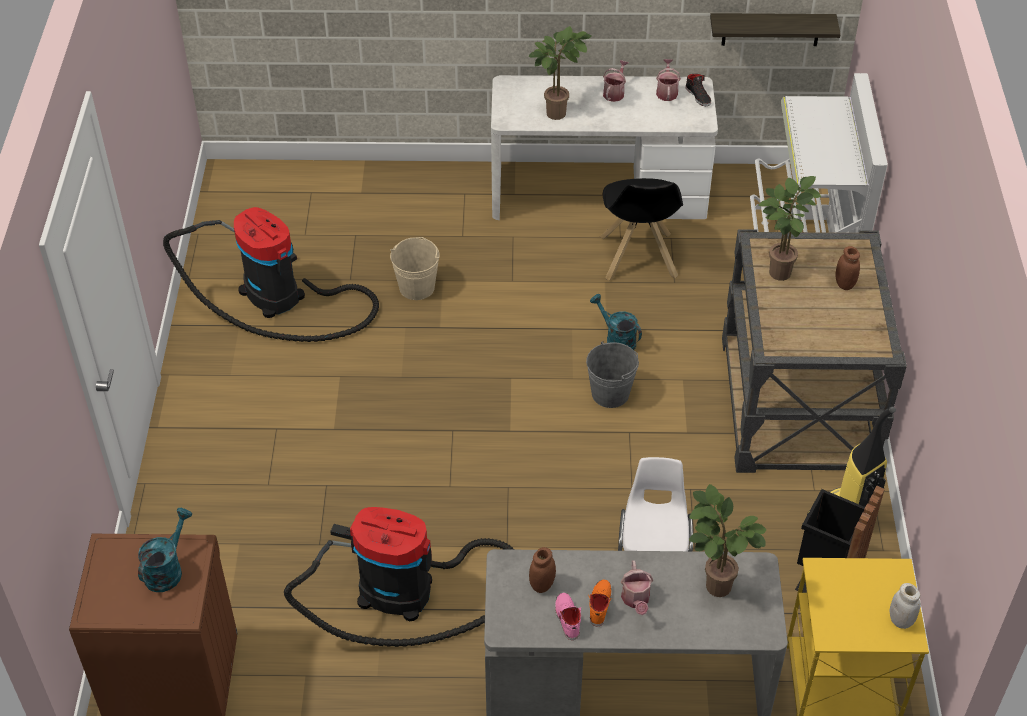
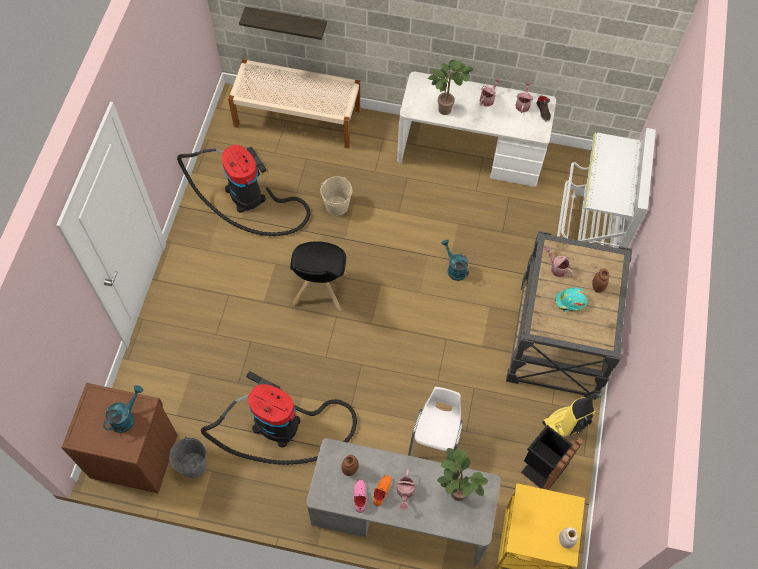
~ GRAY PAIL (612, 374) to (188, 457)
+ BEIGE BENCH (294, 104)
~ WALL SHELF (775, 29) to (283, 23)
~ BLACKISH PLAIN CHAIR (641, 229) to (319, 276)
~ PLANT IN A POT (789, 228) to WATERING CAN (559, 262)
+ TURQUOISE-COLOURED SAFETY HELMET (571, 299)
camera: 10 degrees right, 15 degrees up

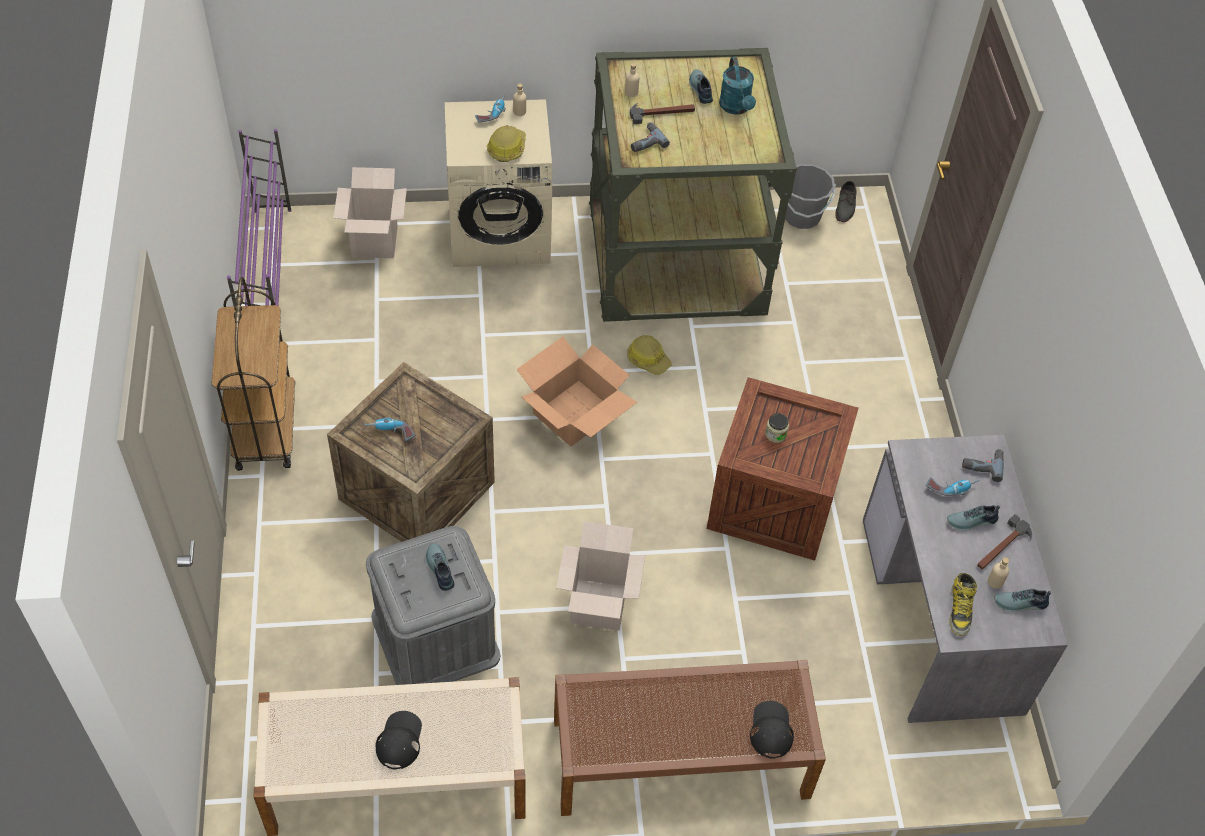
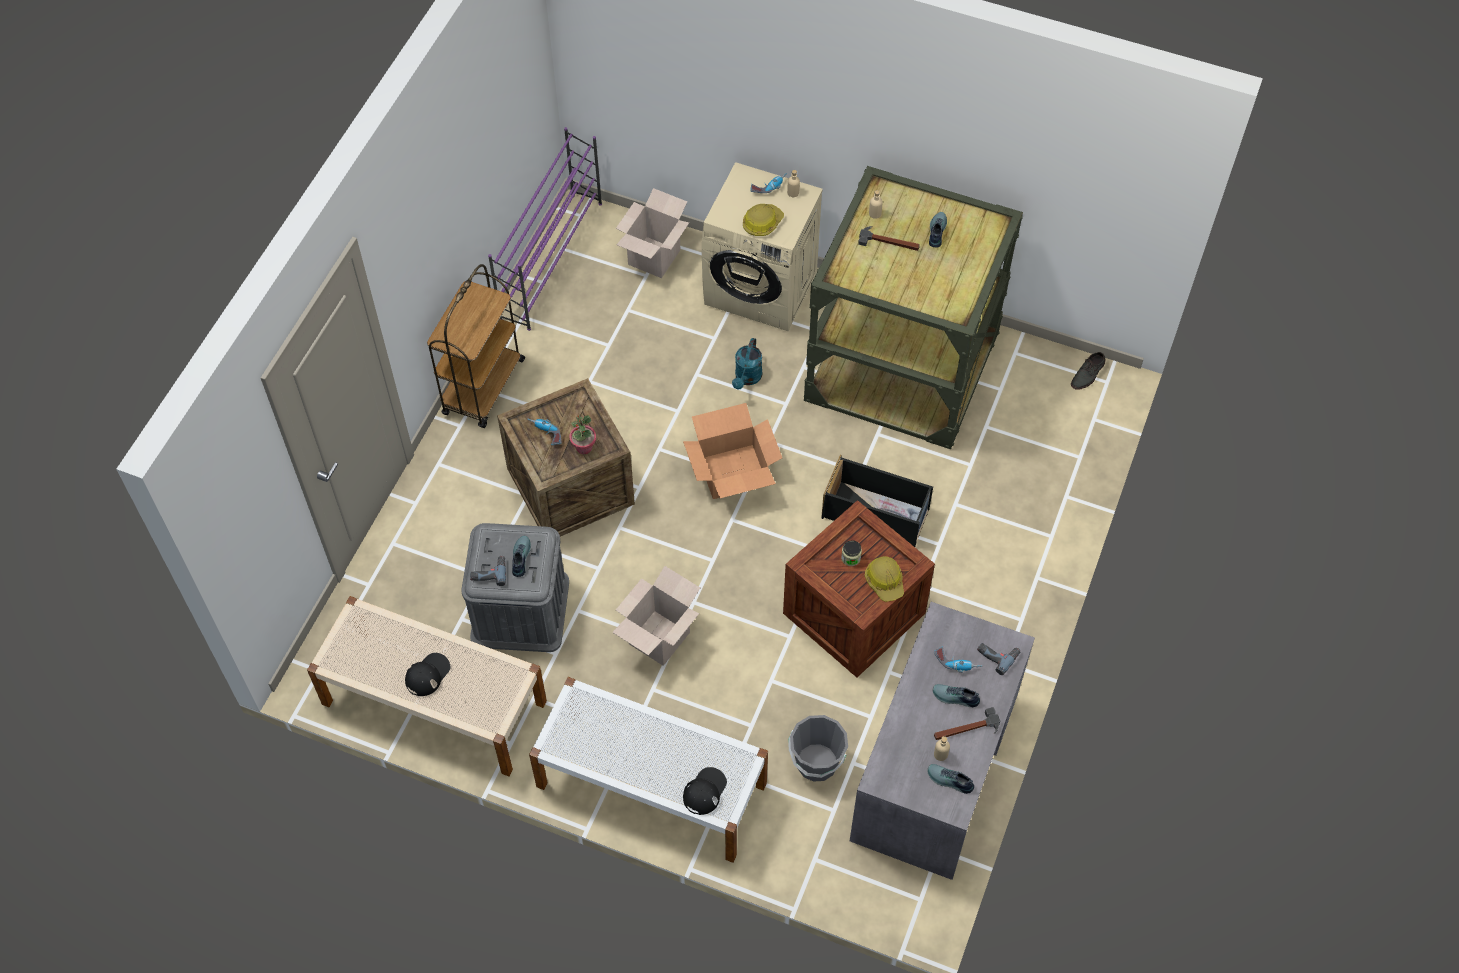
~ ELECTRIC DRILL (650, 137) to (488, 570)
~ BROWNISH BENCH (690, 738) to WHITISH BENCH (648, 770)
+ PLANT IN A POT (582, 434)
~ TURQUOISE-COLOURED WATERING CAN (737, 86) to (747, 363)
~ GRAY PAIL (810, 196) to (818, 748)
+ BLACKISH STORAGE CONTAINER (877, 501)
~ SAFETY HELMET (650, 355) to (884, 579)
- HIGH-TOP BOOT (963, 604)
camera: 30 degrees right, 5 degrees up

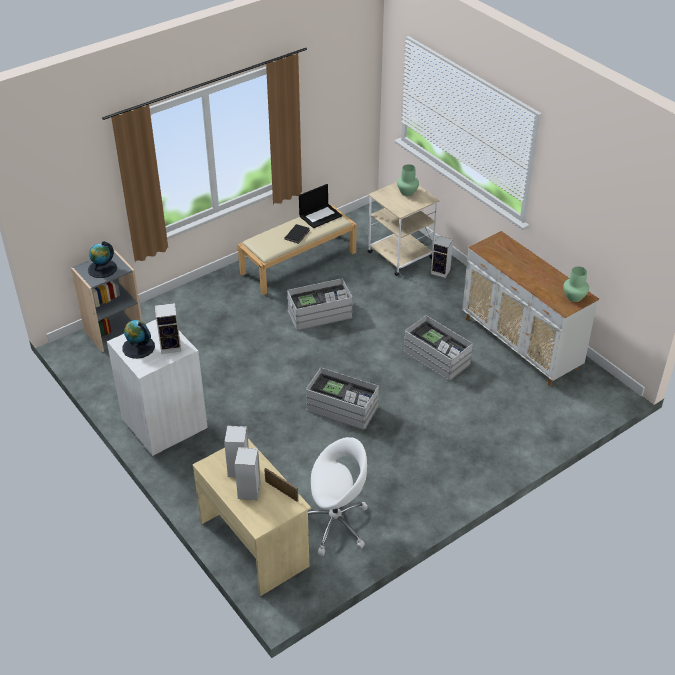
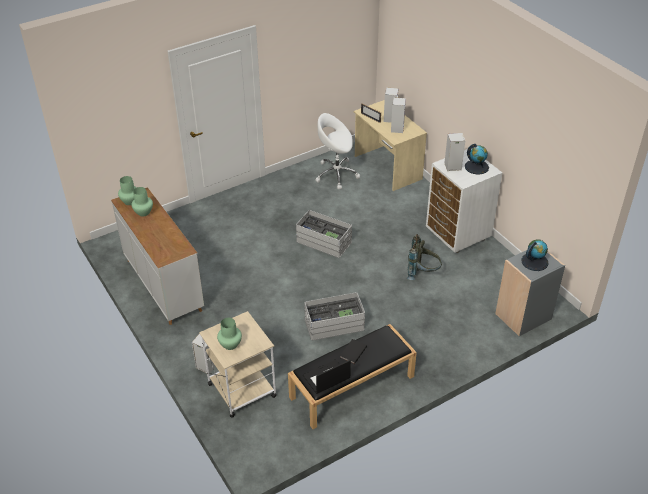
+ GREENISH VASE (142, 202)
~ BEIGE BENCH (297, 249) to BLACKISH BENCH (352, 376)
+ GRAY KNAPSACK (424, 257)
- GRAY STORAGE CONTAINER (438, 348)
camera: 175 degrees left, 0 degrees up

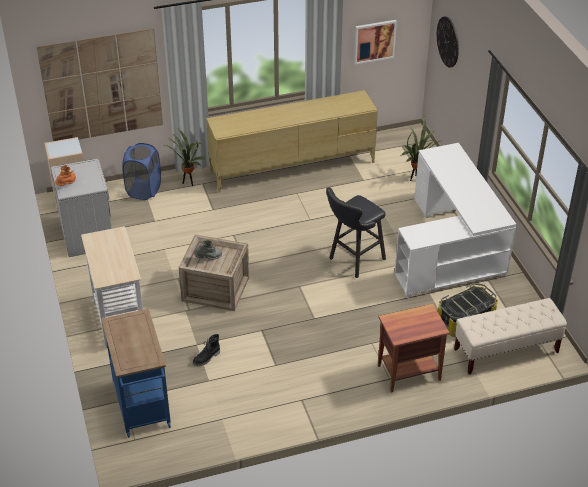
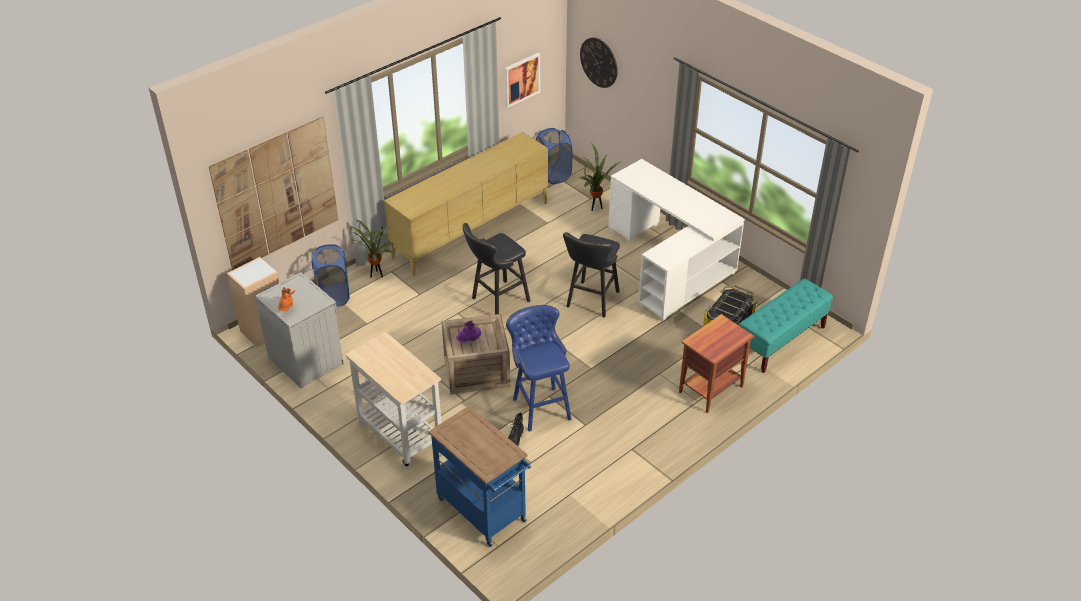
~ GRAY HIGH-TOP BOOT (208, 250) to PURPLE-COLOURED HIGH-TOP BOOT (468, 332)
+ BLACKISH STOOL (496, 268)
+ BLUE STOOL (539, 368)
+ BLUE HAMPER (554, 156)
~ BEIGE BENCH (510, 336) to TURQUOISE-COLOURED BENCH (786, 325)
camera: 25 degrees left, 0 degrees up

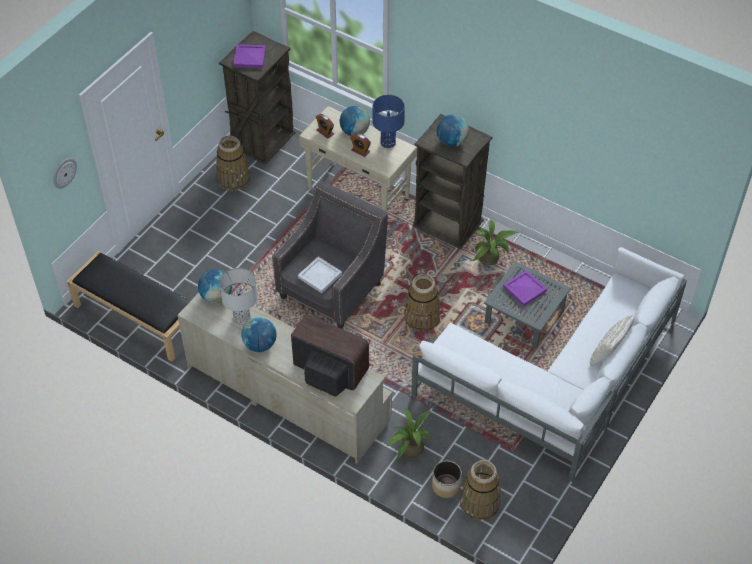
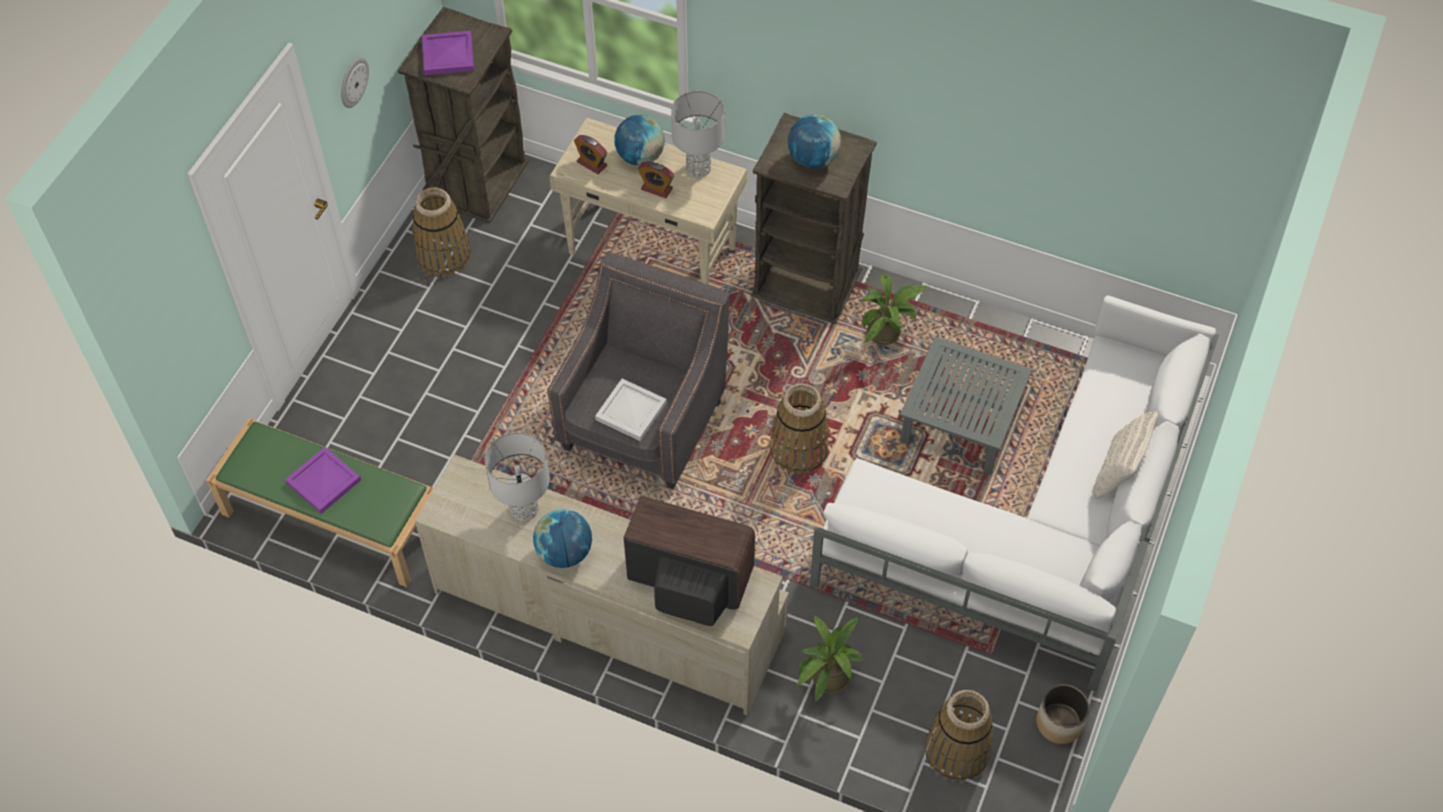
~ BLACKISH BENCH (128, 306) to GREENISH BENCH (320, 502)
~ PURPLE-COLOURED CARRYING TRAY (525, 288) to (323, 480)
~ CLOCK ON THE WALL (65, 173) to (355, 82)
~ BLUE LAMP FOR A TABLE (388, 121) to WHITISH LAMP FOR A TABLE (698, 134)
~ FLOWER POT (447, 479) to (1062, 714)
- GLOBE (215, 286)
camera: 10 degrees left, 5 degrees up

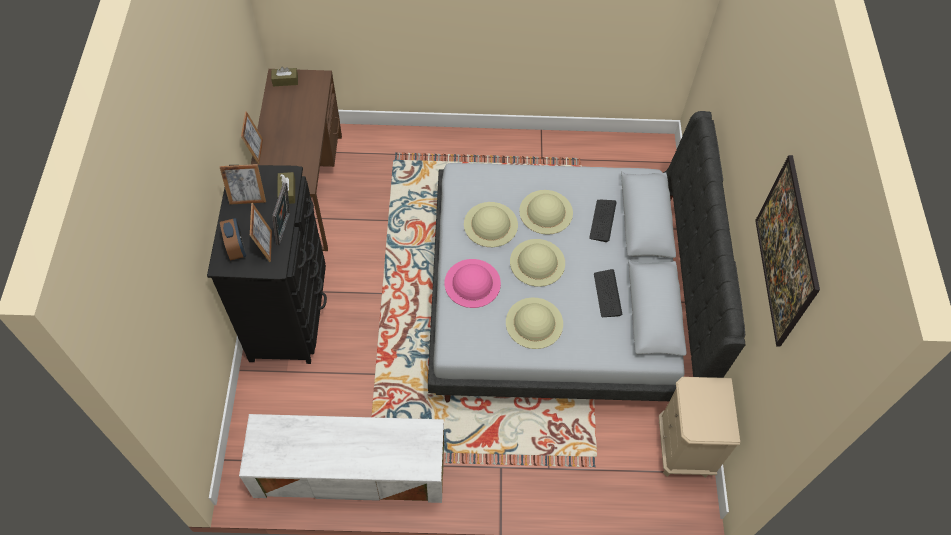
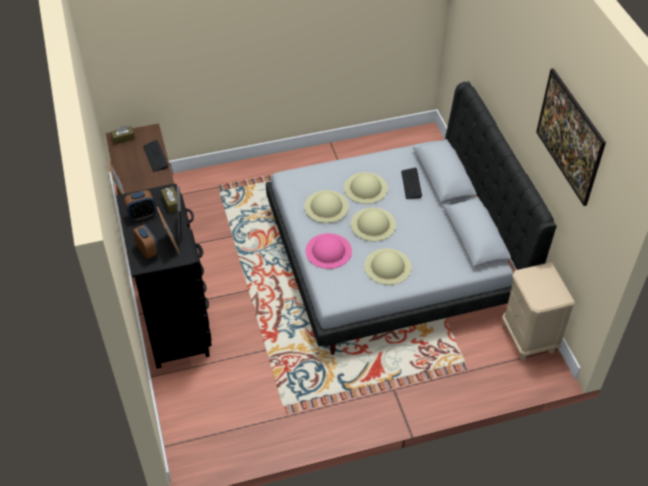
~ STANDING FRAME (243, 184) to ALARM CLOCK (140, 205)
~ PC KEYBOARD (608, 293) to (156, 156)
- WHITISH BENCH (341, 458)
camera: 15 degrees left, 10 degrees down

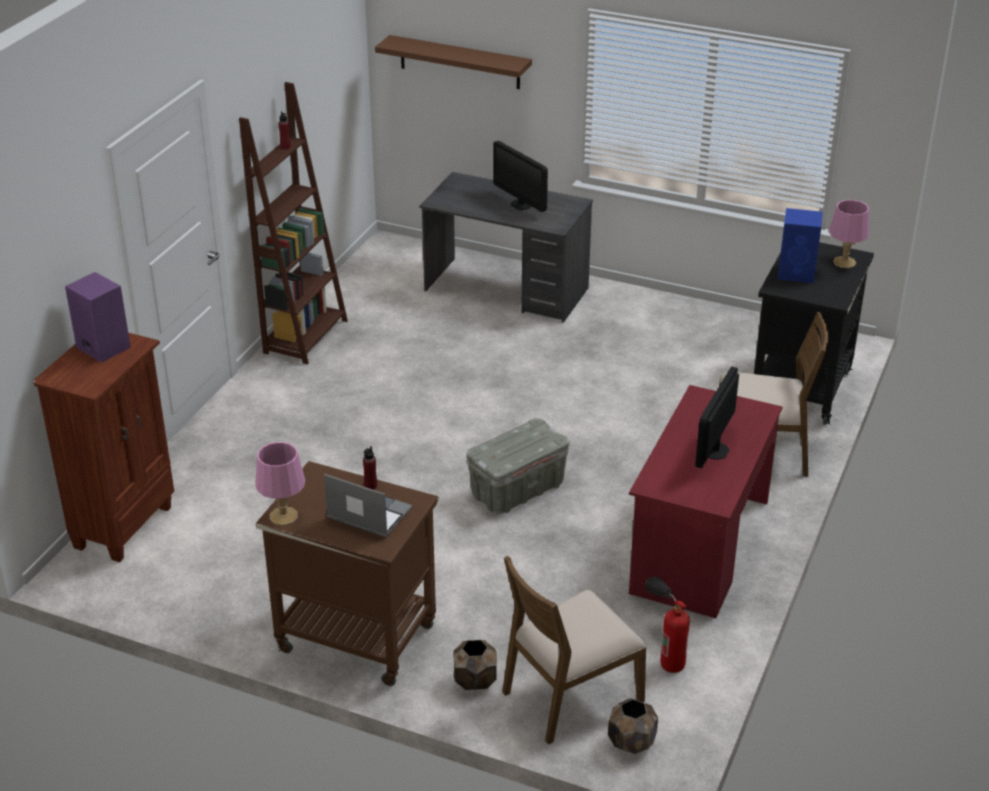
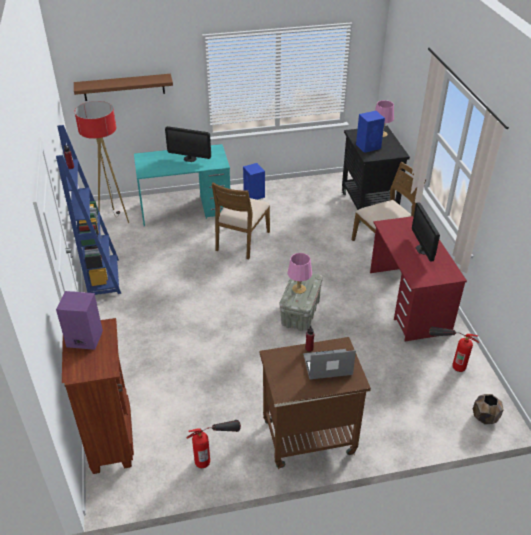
~ BROWNISH BOOKSHELF (293, 223) to BLUE BOOKSHELF (88, 210)
+ STANDARD LAMP (102, 162)
~ GRAY DESK UNIT (506, 247) to TURQUOISE-COLOURED DESK UNIT (182, 185)
+ FIRE-FIGHTING CYLINDER (213, 444)
~ BROWNISH PLAIN CHAIR (574, 650) to (241, 220)
+ BLUE SPEAKER (254, 181)
~ PINK-COLOURED LAMP FOR A TABLE (280, 484) to (299, 273)
- BROWNISH FLOWER POT (475, 665)
camera: 35 degrees left, 5 degrees up

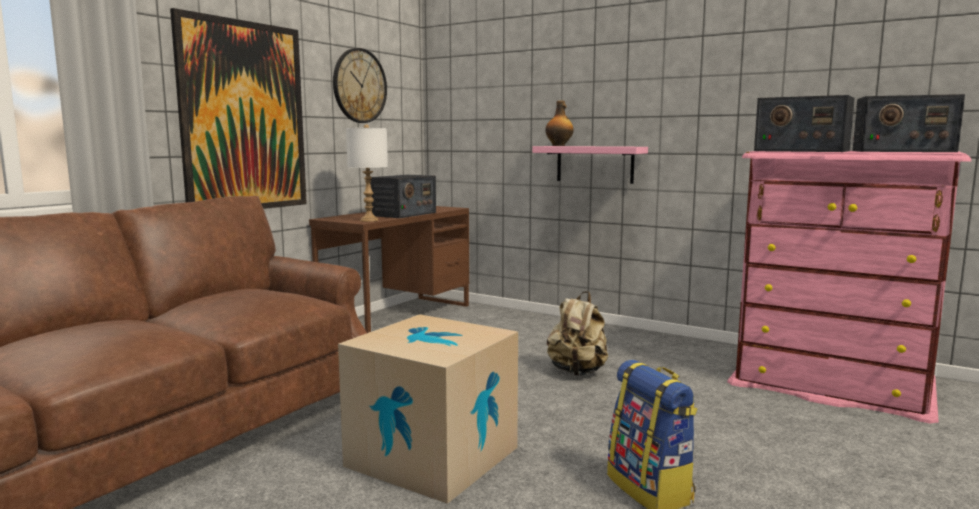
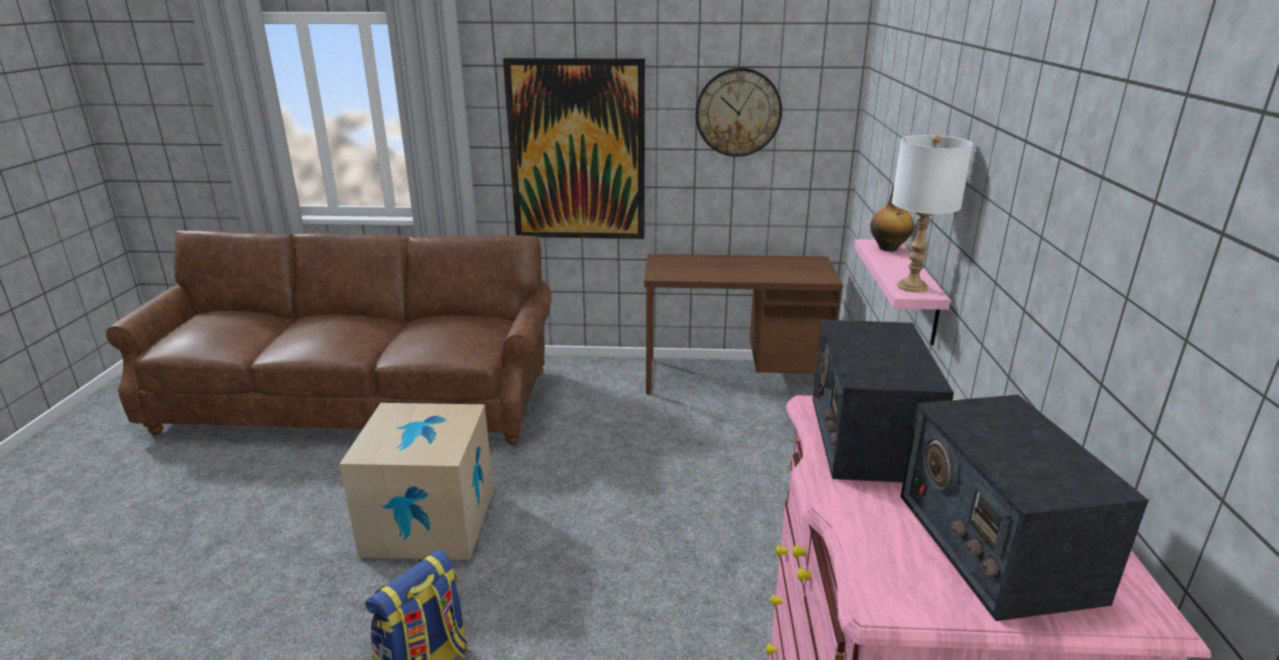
~ WHITISH LAMP FOR A TABLE (367, 173) to (932, 213)
- RADIO SET (403, 196)
- BEIGE KNAPSACK (577, 333)
camera: 60 degrees right, 15 degrees up

